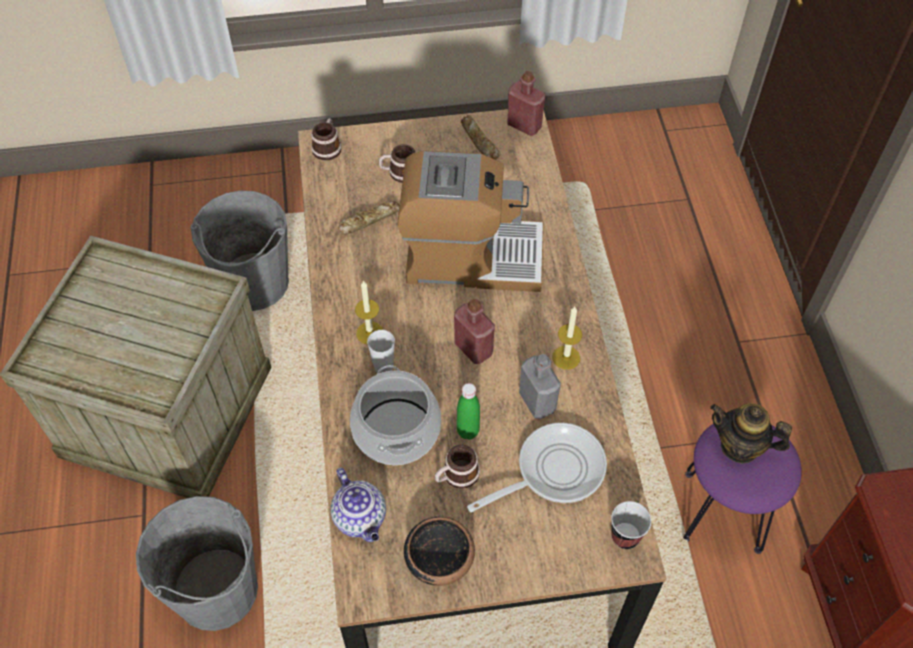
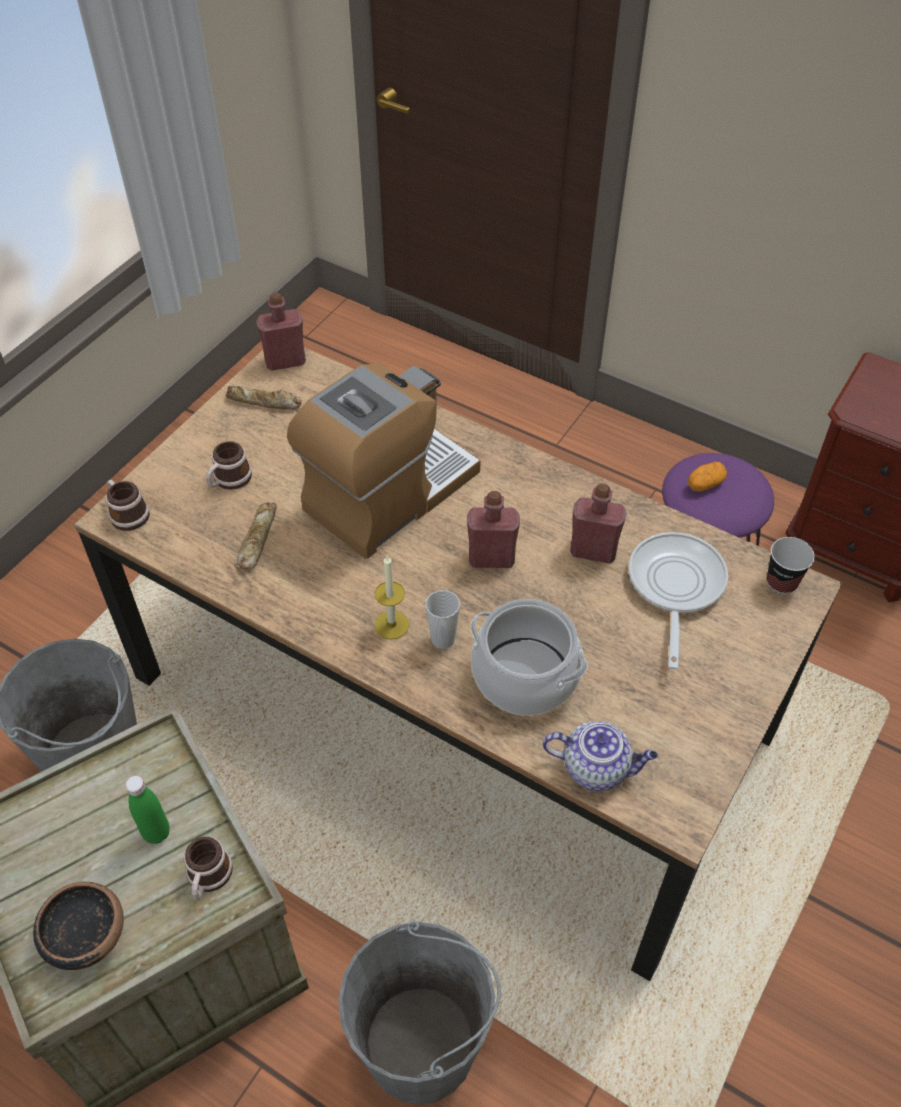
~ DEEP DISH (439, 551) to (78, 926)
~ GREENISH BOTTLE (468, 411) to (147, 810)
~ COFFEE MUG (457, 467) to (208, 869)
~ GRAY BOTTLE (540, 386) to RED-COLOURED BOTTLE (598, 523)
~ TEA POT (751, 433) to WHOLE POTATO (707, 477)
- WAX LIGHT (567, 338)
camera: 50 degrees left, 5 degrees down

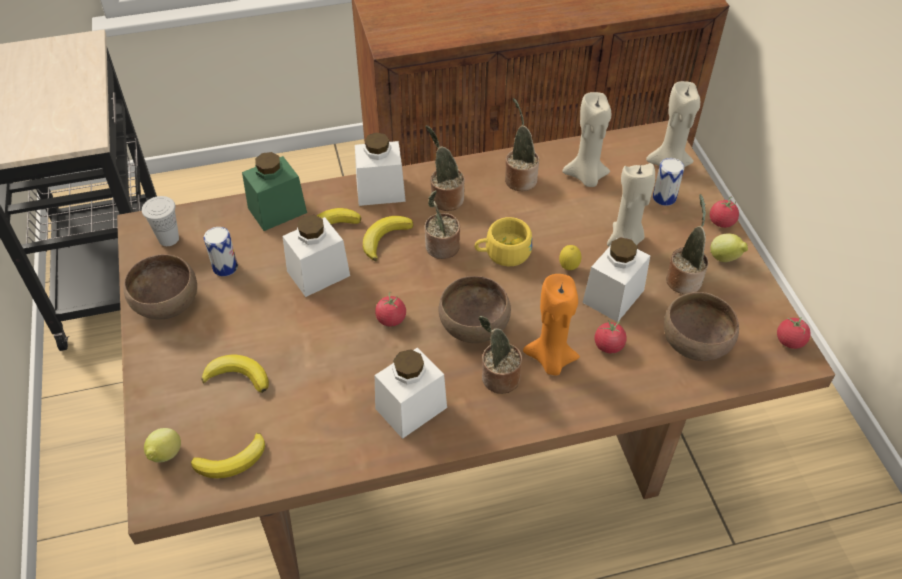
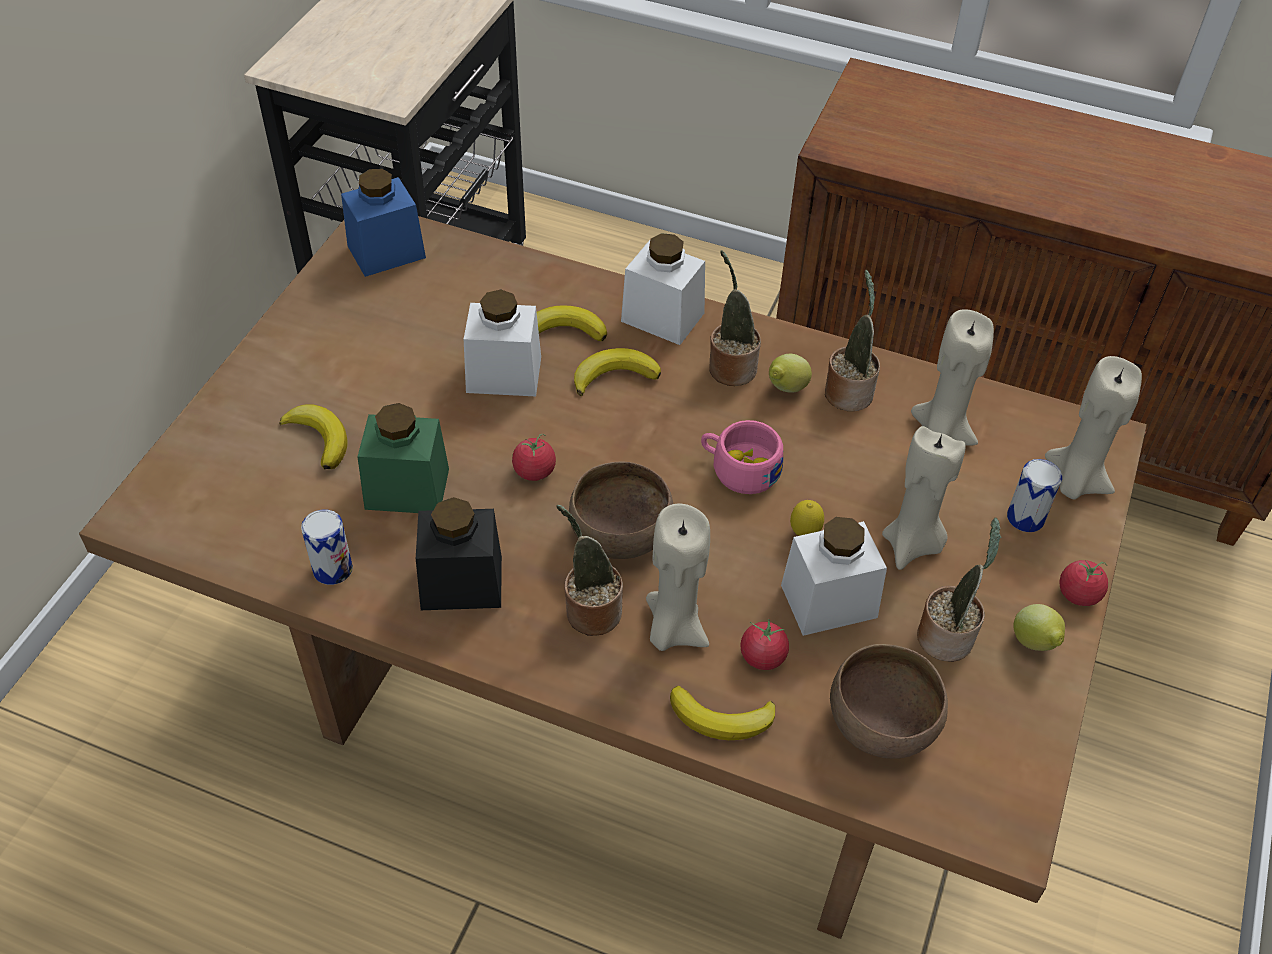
~ CAN (221, 251) to (327, 547)
~ WHITISH SMALL CUP (160, 221) to BLUE JAR (383, 223)
~ GREENISH JAR (274, 191) to (403, 458)
~ WHITISH JAR (411, 393) to BLACKISH JAR (459, 553)
~ ORANGE WAX LIGHT (551, 324) to BEIGE WAX LIGHT (678, 577)
~ BANANA (228, 455) to (722, 713)
~ YELLOW-COLOURED SMALL CUP (503, 241) to PINK-COLOURED SMALL CUP (742, 457)
~ LEMON (162, 445) to (790, 373)
- BROWNISH DEEP DISH (160, 286)
- PLANT IN A POT (442, 224)
- FRESH TOMATO (793, 333)
camera: 35 degrees right, 0 degrees up

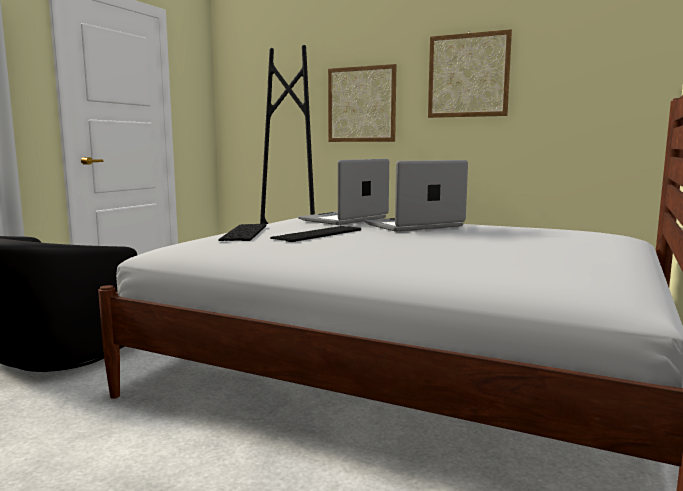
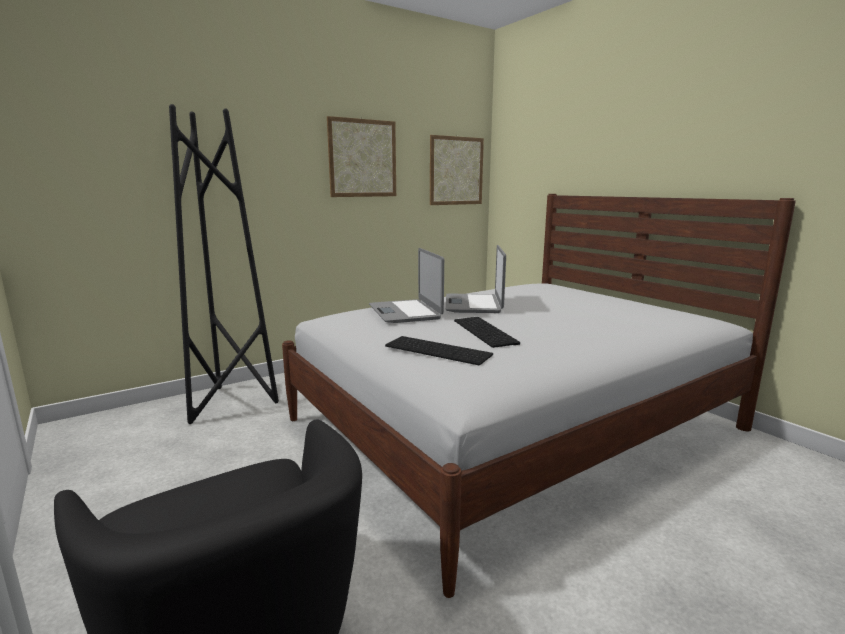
~ WALL PICTURE (362, 103) to (457, 170)
camera: 60 degrees left, 5 degrees up

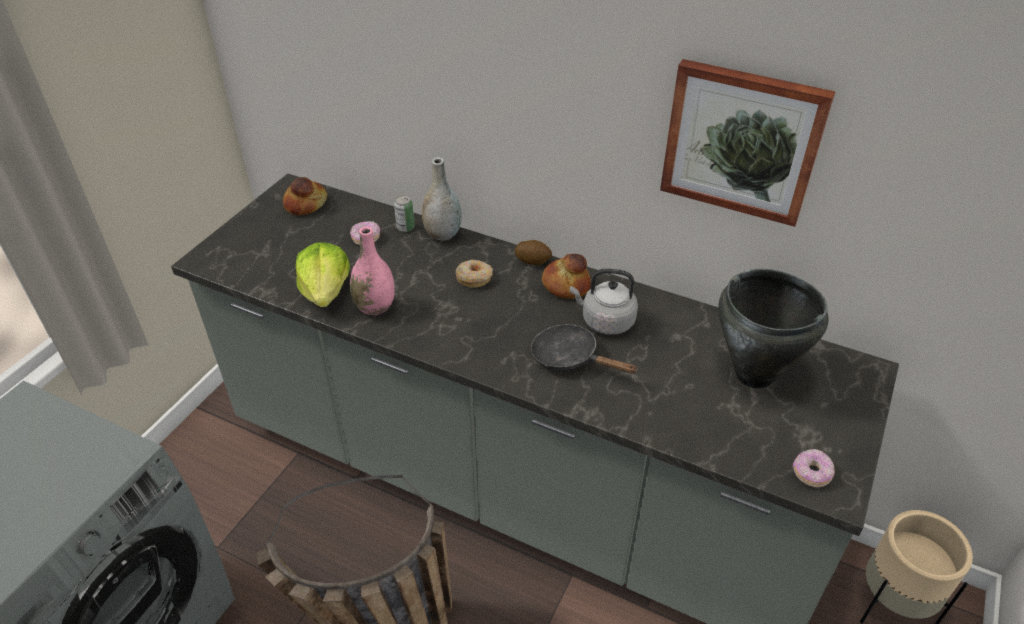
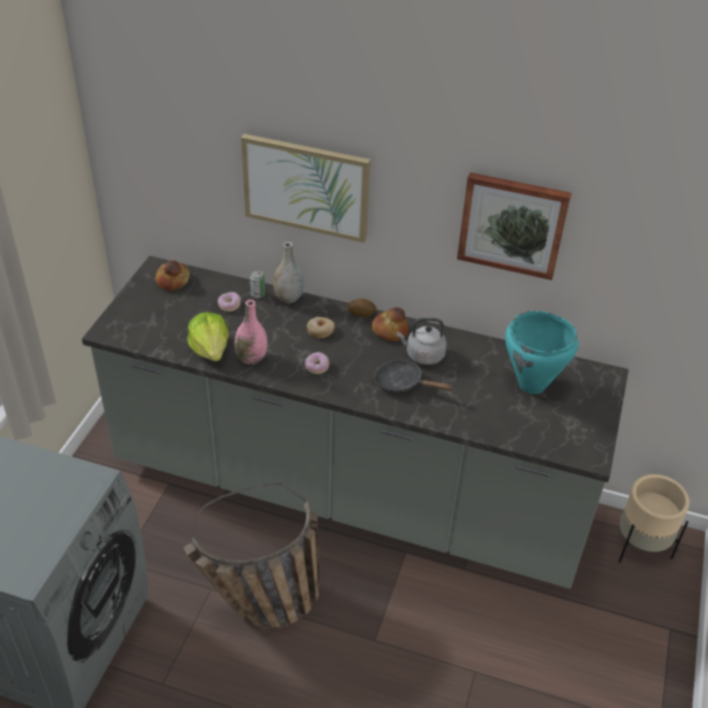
+ WALL PICTURE (306, 188)
~ RING DOUGHNUT (813, 468) to (317, 363)
~ BLACKISH COOKING POT (774, 328) to TURQUOISE-COLOURED COOKING POT (542, 352)
camera: 10 degrees left, 0 degrees up

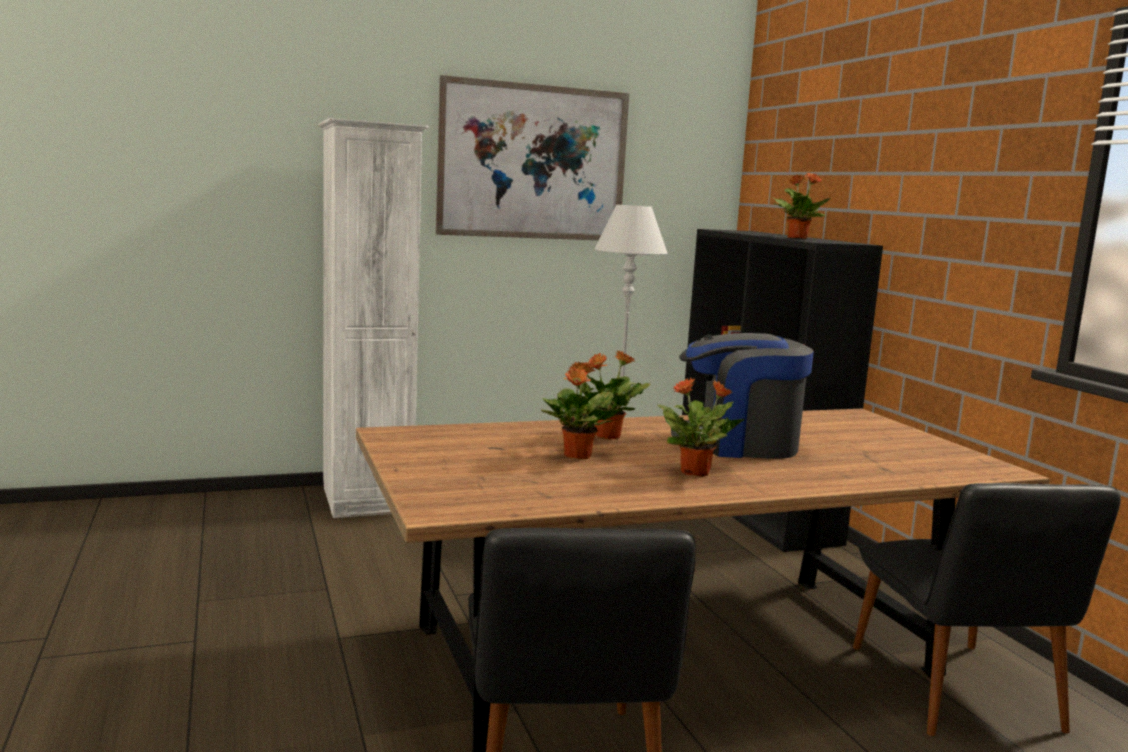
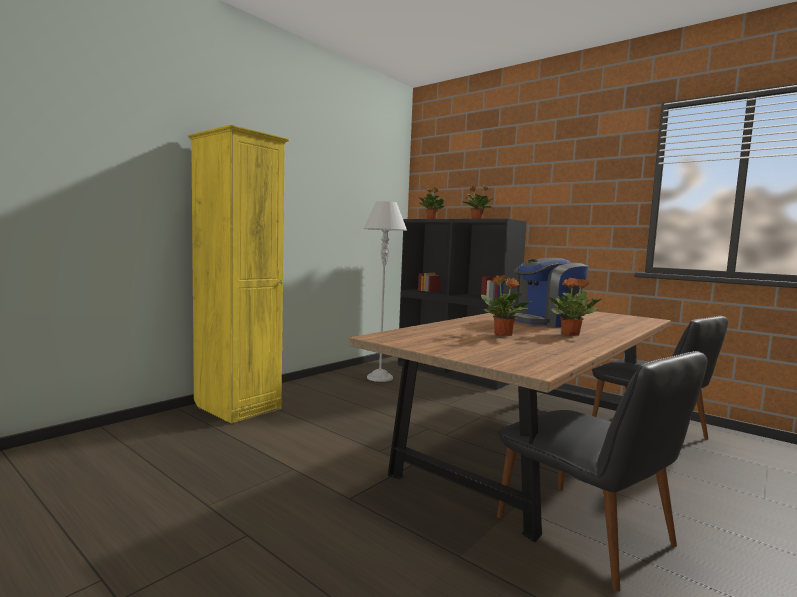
~ WHITISH CUPBOARD (373, 318) to YELLOW-COLOURED CUPBOARD (238, 274)
~ PLANT IN A POT (614, 395) to (431, 203)
- WALL PICTURE (532, 157)
camera: 30 degrees left, 5 degrees down

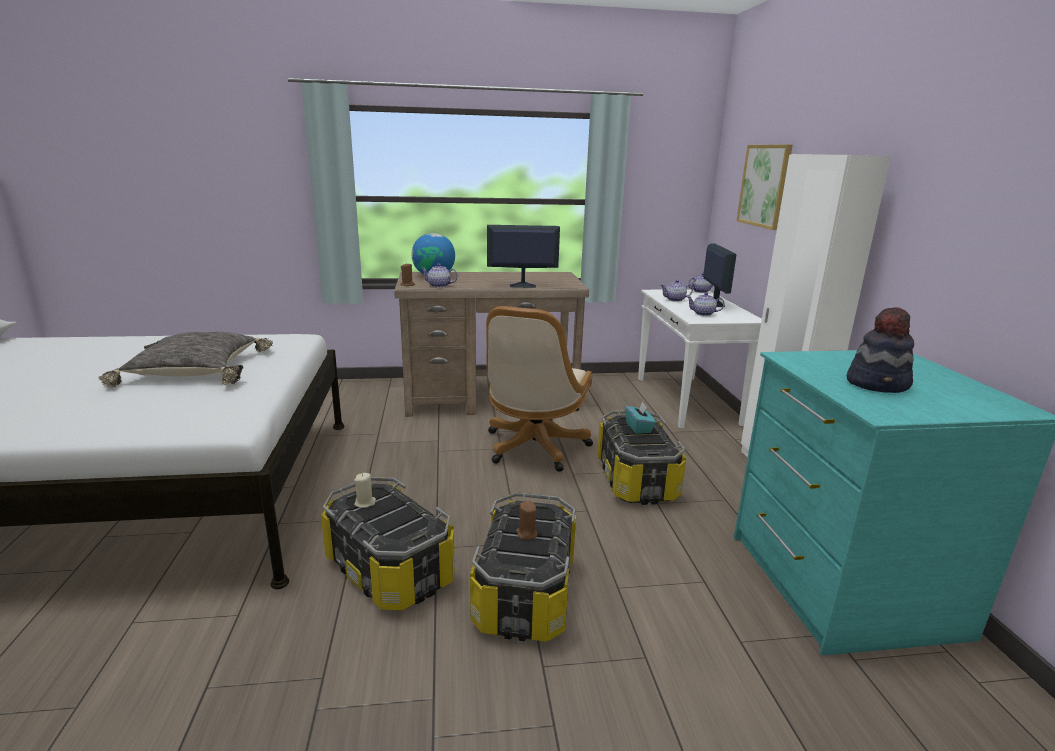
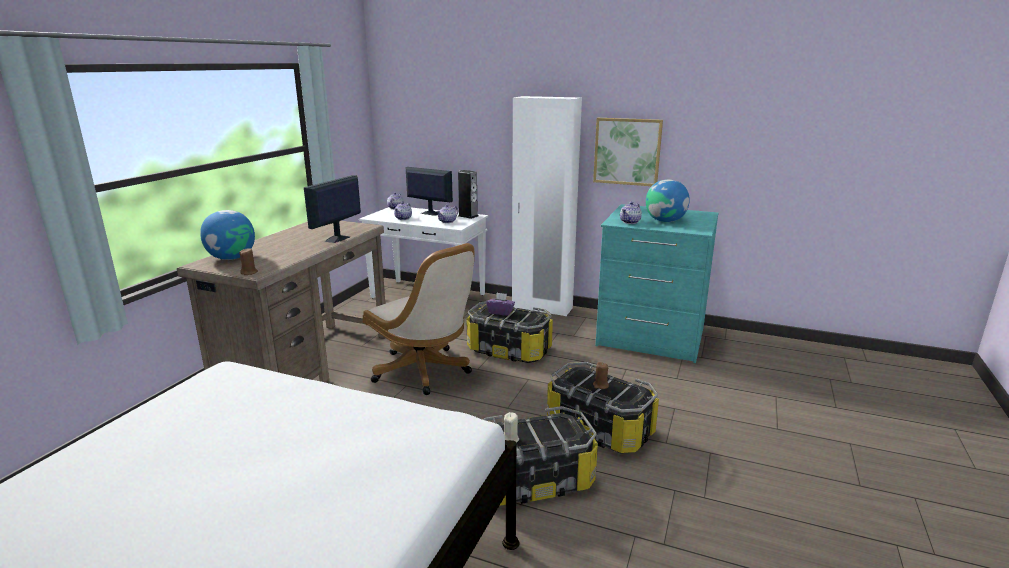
+ SPEAKER (468, 194)
~ TURQUOISE-COLOURED BOX OF TISSUES (640, 417) to PURPLE-COLOURED BOX OF TISSUES (500, 304)
~ WALL PICTURE (765, 187) to (628, 152)
~ TEA POT (439, 275) to (631, 213)
~ WEARABLE HAT (880, 350) to GLOBE (668, 201)
- THROW PILLOW (186, 360)
camera: 60 degrees left, 0 degrees up

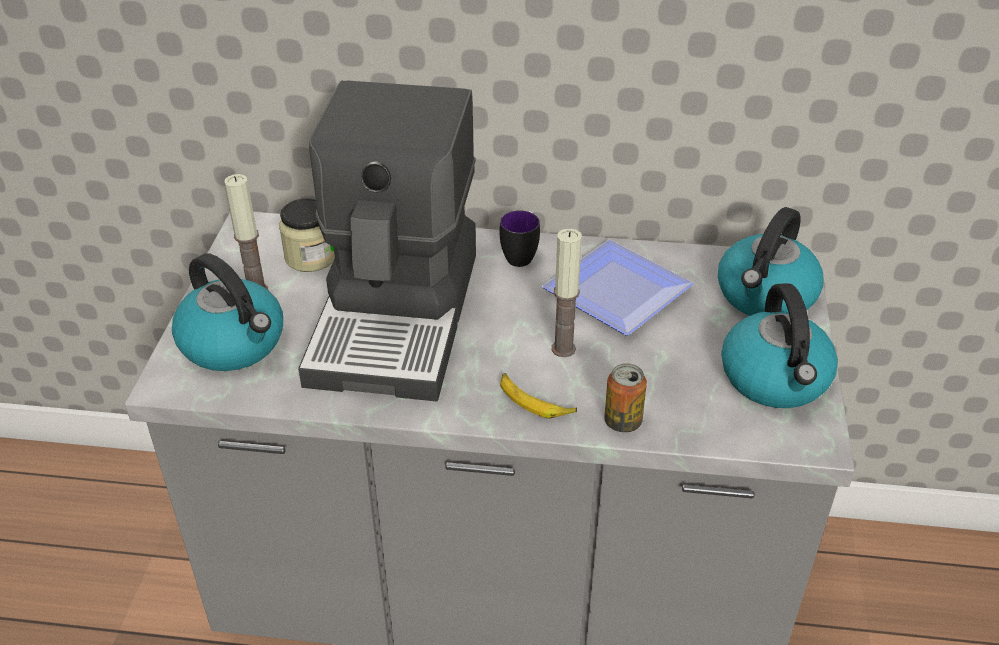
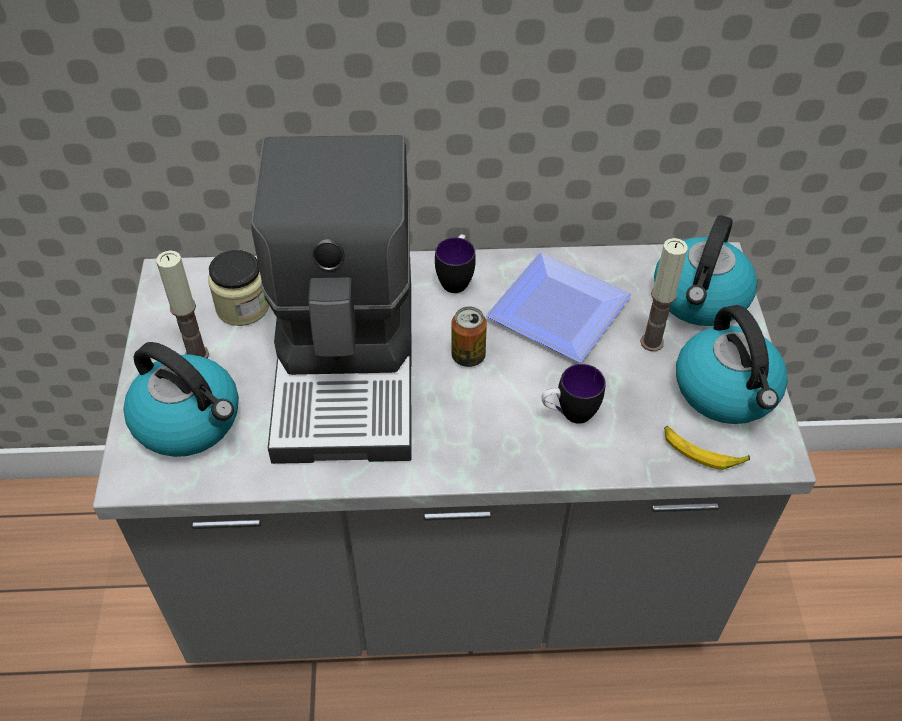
~ CAN (625, 398) to (469, 336)
+ COFFEE MUG (573, 394)
~ WAX LIGHT (567, 293) to (664, 294)
~ BANANA (538, 396) to (707, 448)
camera: 10 degrees left, 10 degrees up

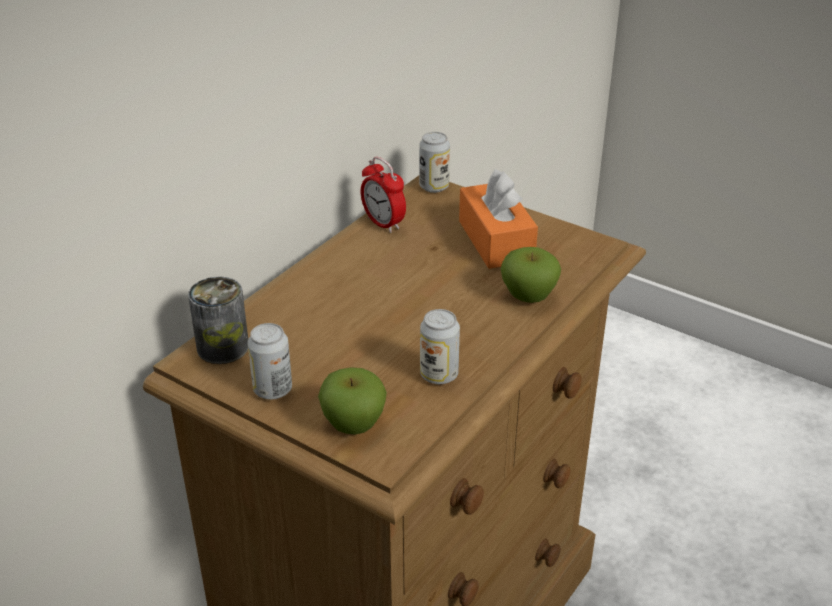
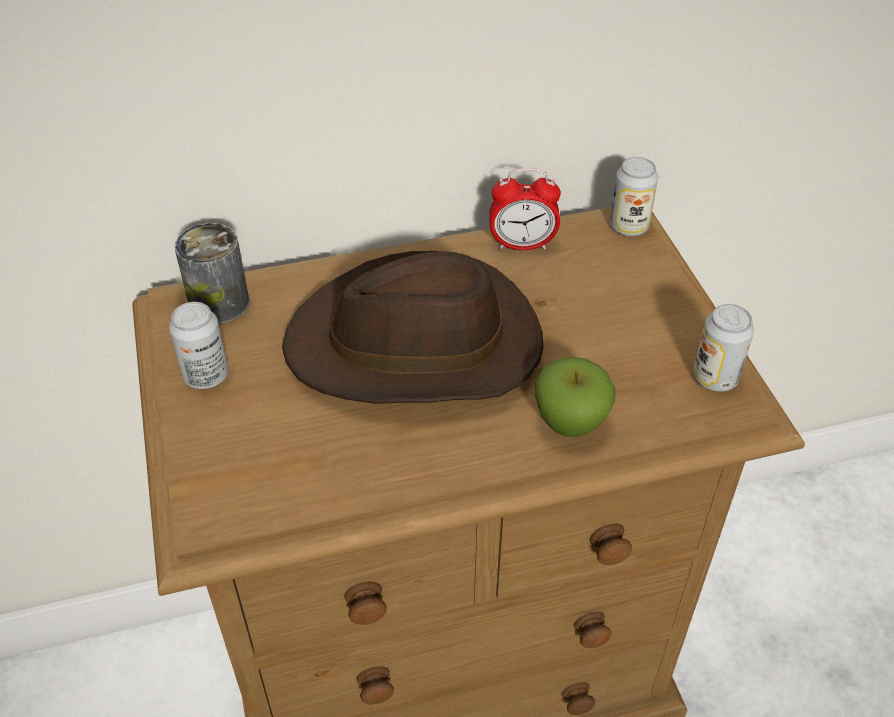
+ BROWNISH WEARABLE HAT (413, 327)
~ ALARM CLOCK (383, 195) = (525, 209) 90 degrees counterclockwise
~ CAN (440, 346) to (723, 347)
- APPLE (352, 401)
- ORANGE BOX OF TISSUES (498, 219)
camera: 40 degrees right, 10 degrees up

